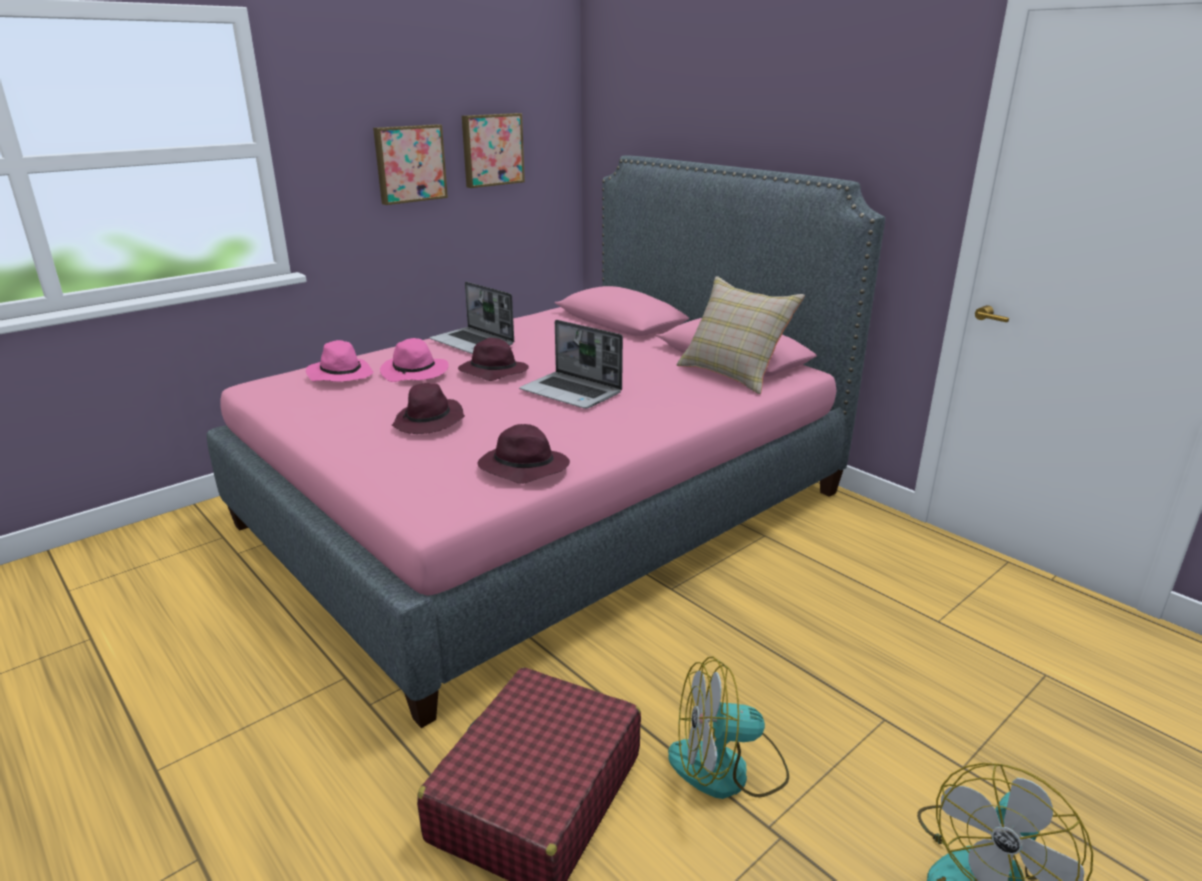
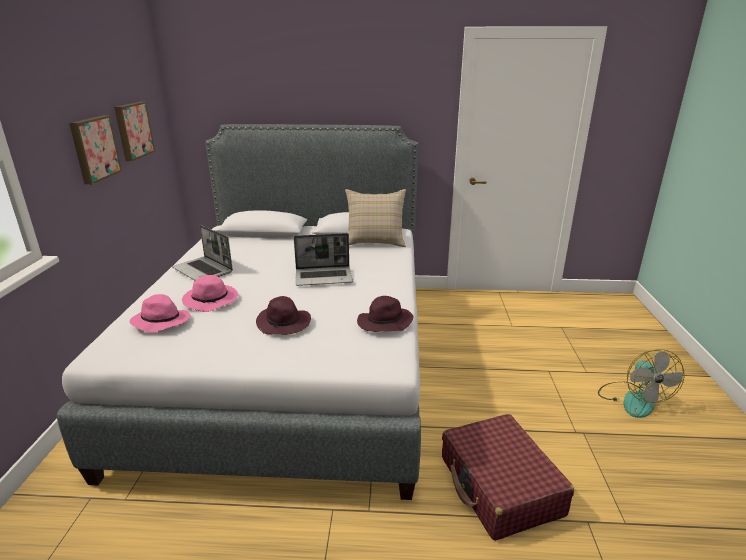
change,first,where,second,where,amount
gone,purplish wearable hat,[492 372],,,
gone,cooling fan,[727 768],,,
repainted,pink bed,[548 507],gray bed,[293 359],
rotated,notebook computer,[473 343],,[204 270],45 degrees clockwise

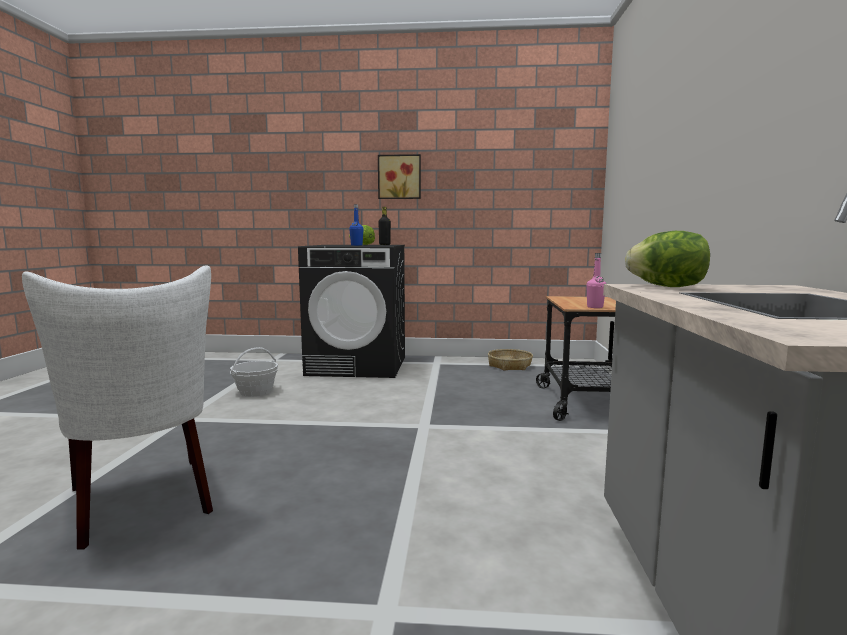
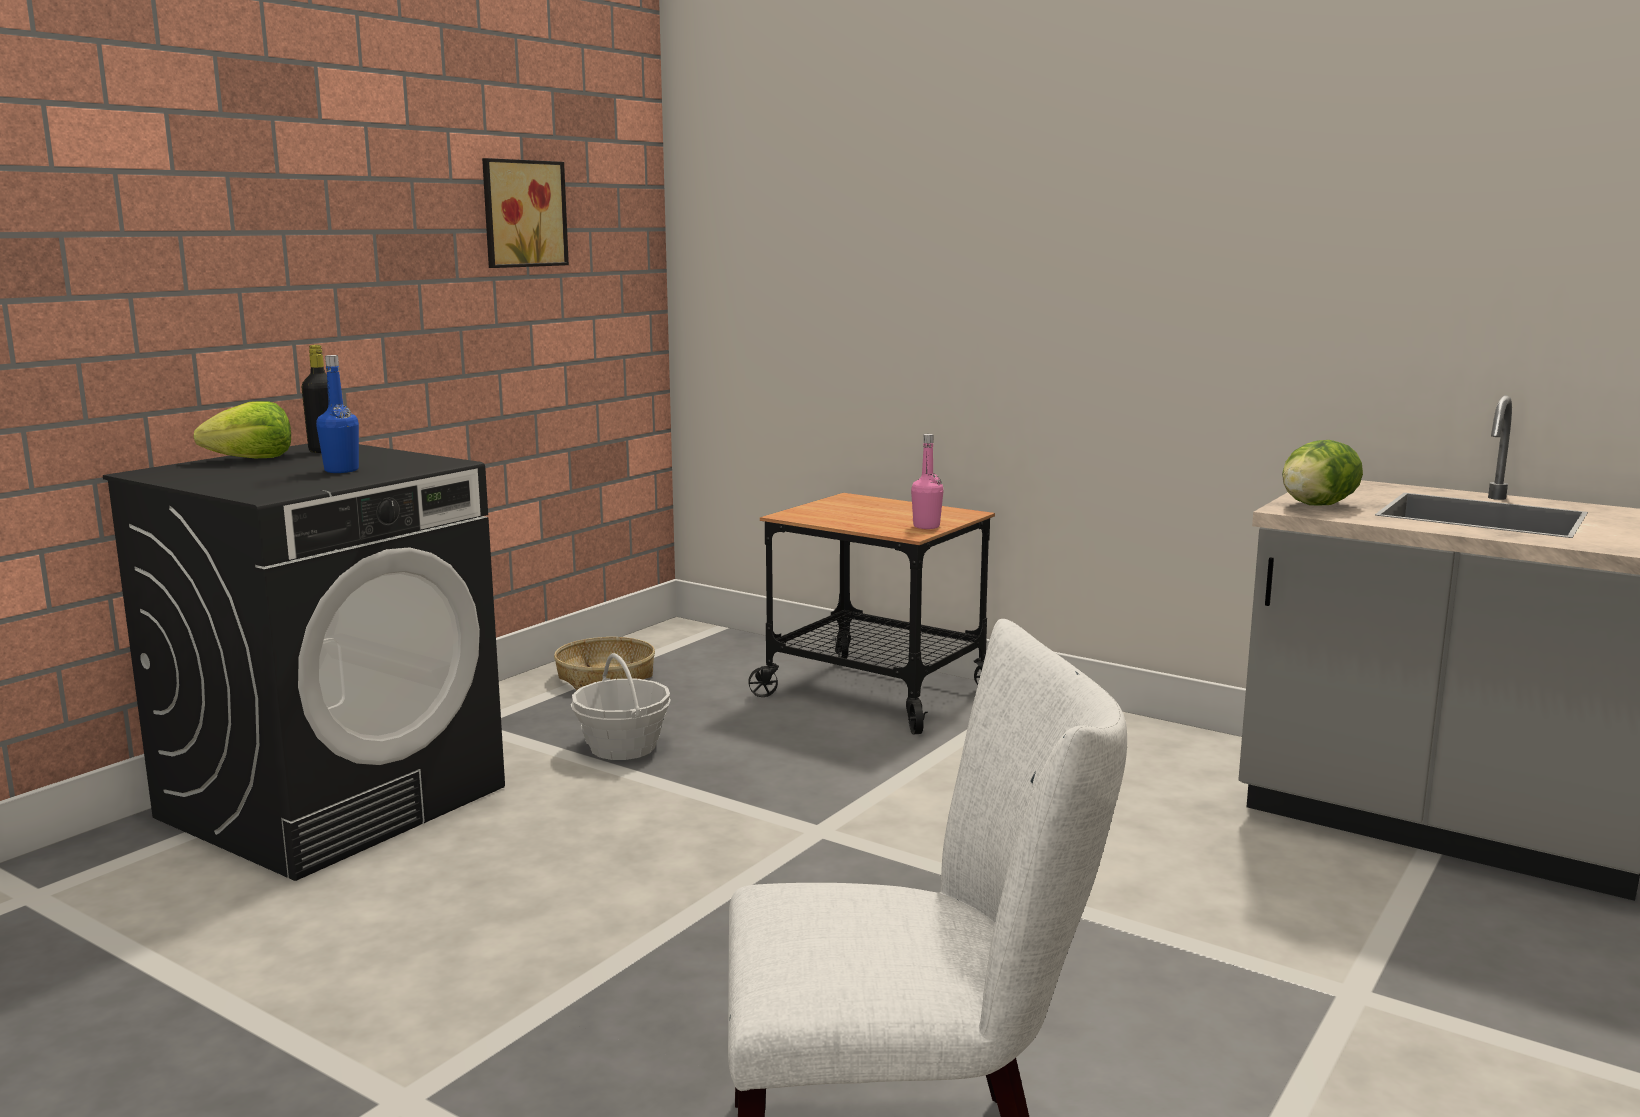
change,first,where,second,where,amount
shifted,basket,[255 391],,[623 747],
shifted,wall picture,[399 177],,[521 213],

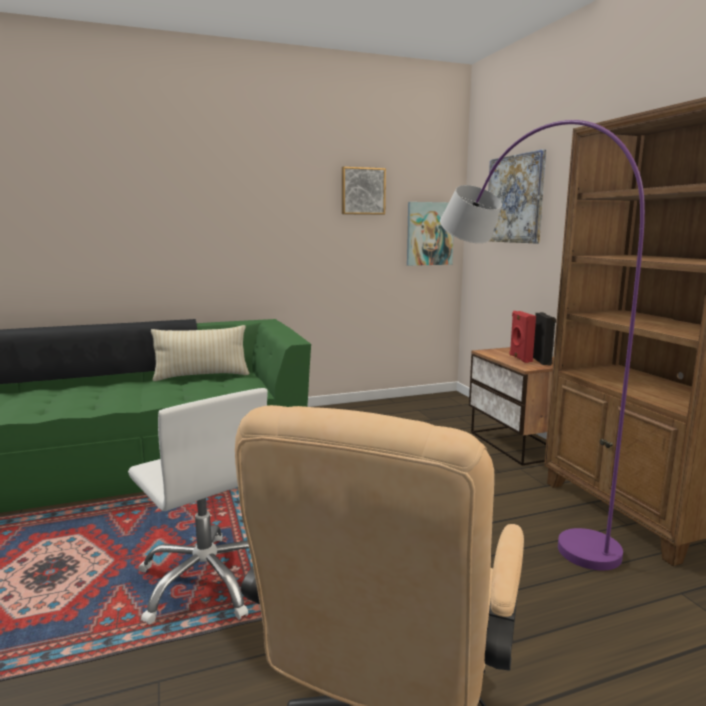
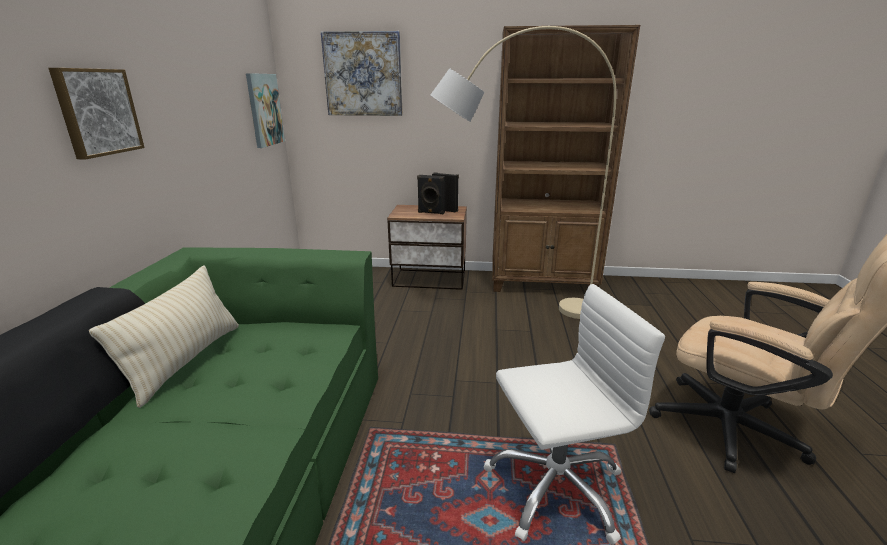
change,first,where,second,where,amount
shifted,wall picture,[362 191],,[97 112],
repainted,purplish standing lamp,[508 503],sand-coloured standing lamp,[509 312],
repainted,red-coloured speaker,[519 358],black-coloured speaker,[431 212],

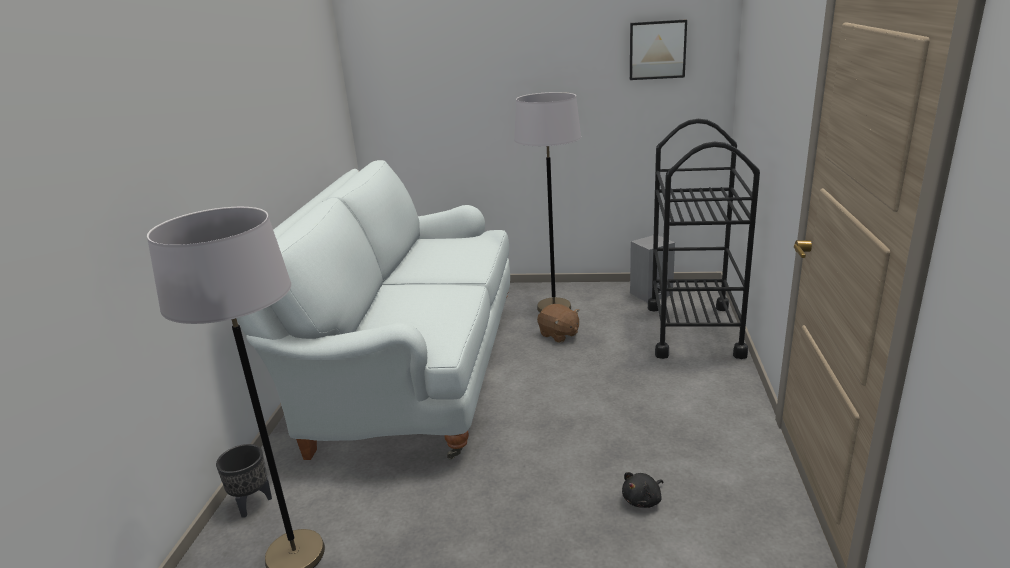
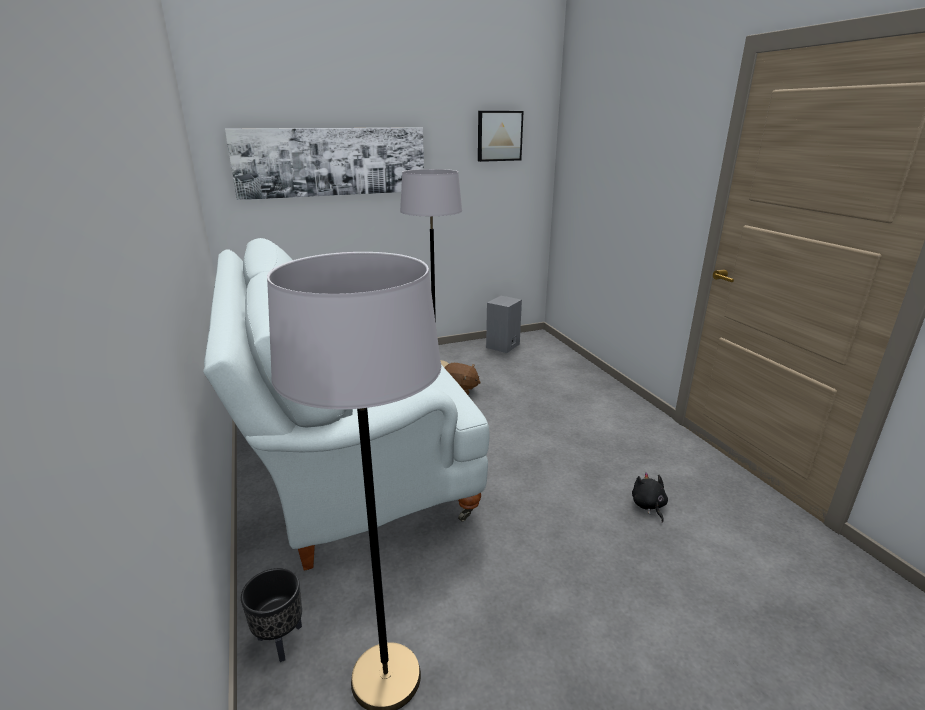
change,first,where,second,where,amount
gone,black-coloured trolley,[694 331],,,
new,,,wall picture,[332 162],
rotated,black-coloured cuddly toy,[643 500],,[648 506],150 degrees clockwise

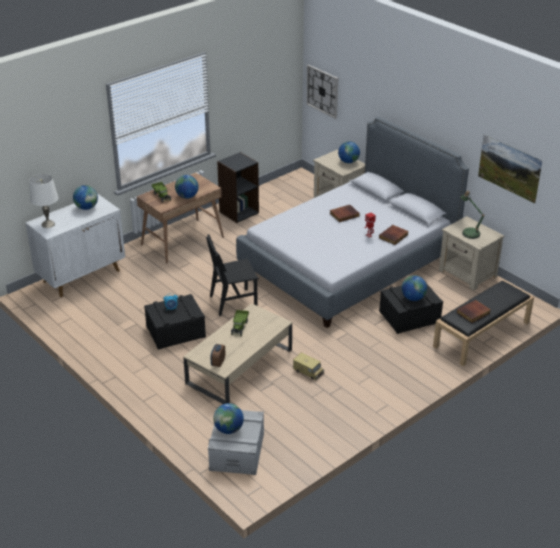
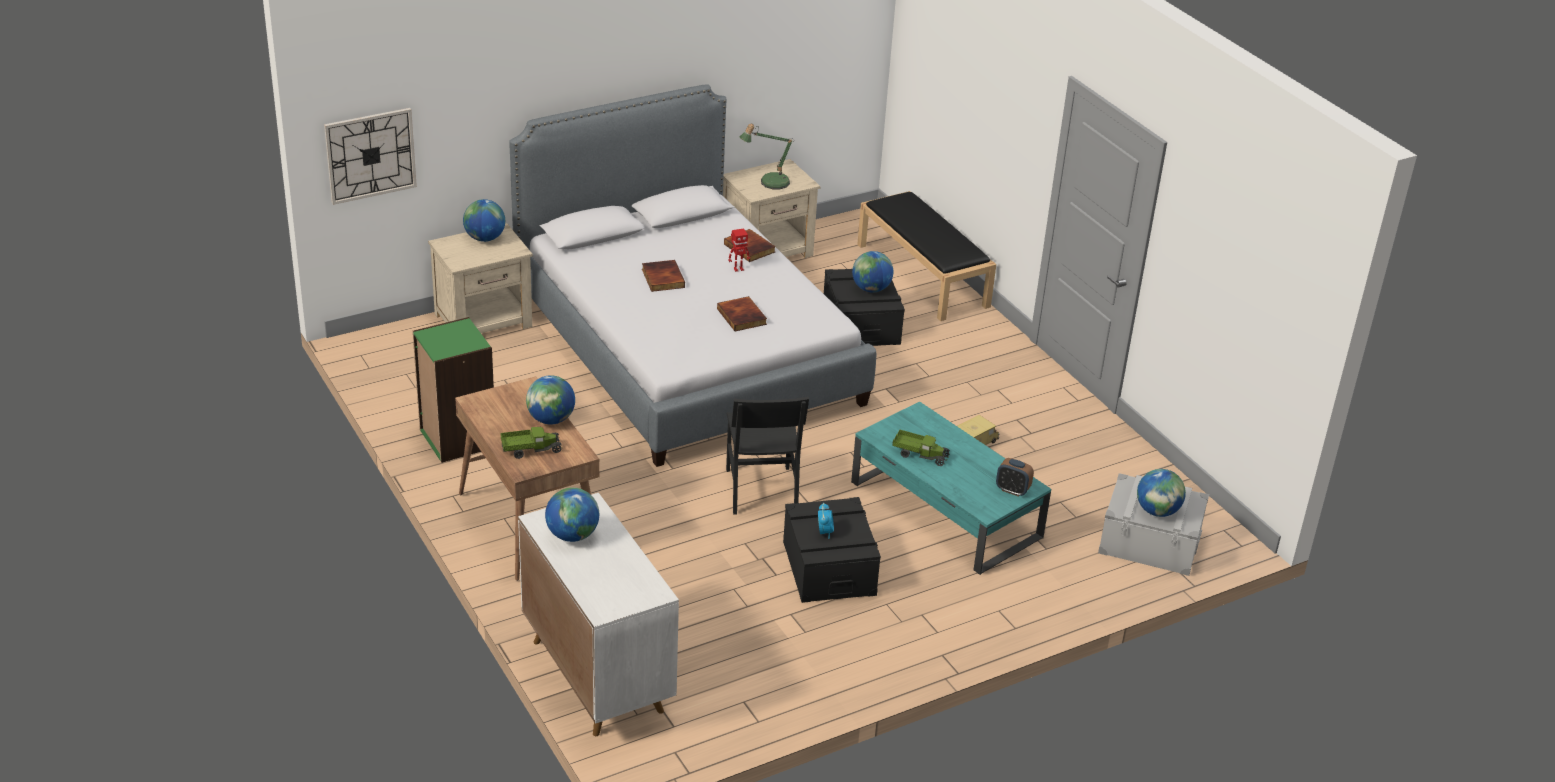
change,first,where,second,where,amount
gone,white table lamp,[48 224],,,
gone,wall picture,[507 179],,,
shifted,bound book,[473 313],,[742 316],
repainted,sand-coloured lounge table,[239 366],turquoise-coloured lounge table,[946 510],
repainted,black-coloured bookshelf,[238 212],green-coloured bookshelf,[456 439],

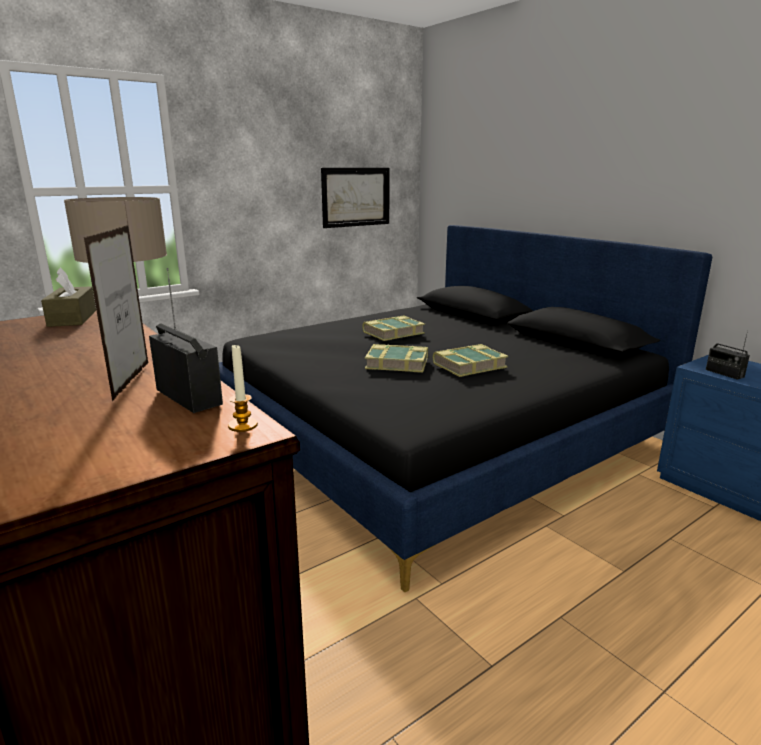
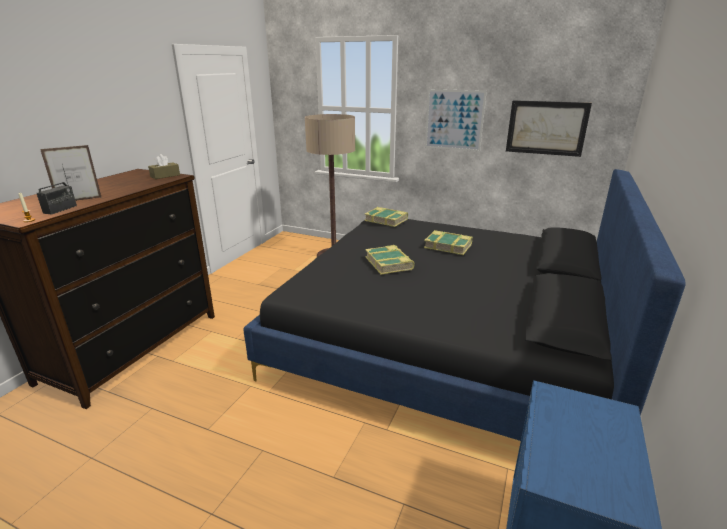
change,first,where,second,where,amount
gone,radio set,[724 373],,,
new,,,wall picture,[454 120],
shifted,bound book,[469 365],,[386 220],

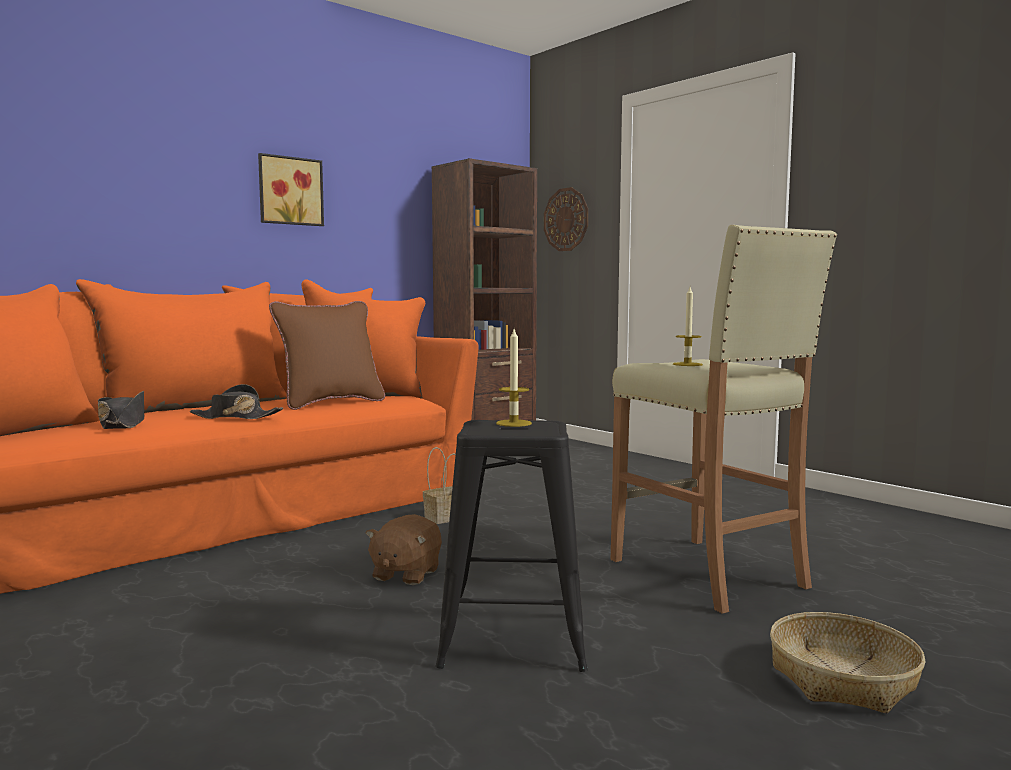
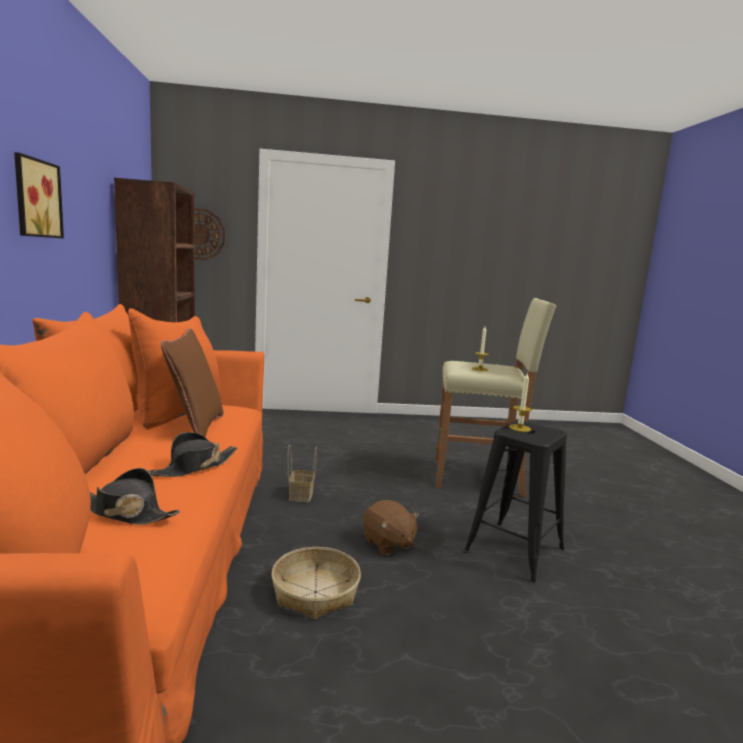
change,first,where,second,where,amount
shifted,basket,[843 679],,[315 592],

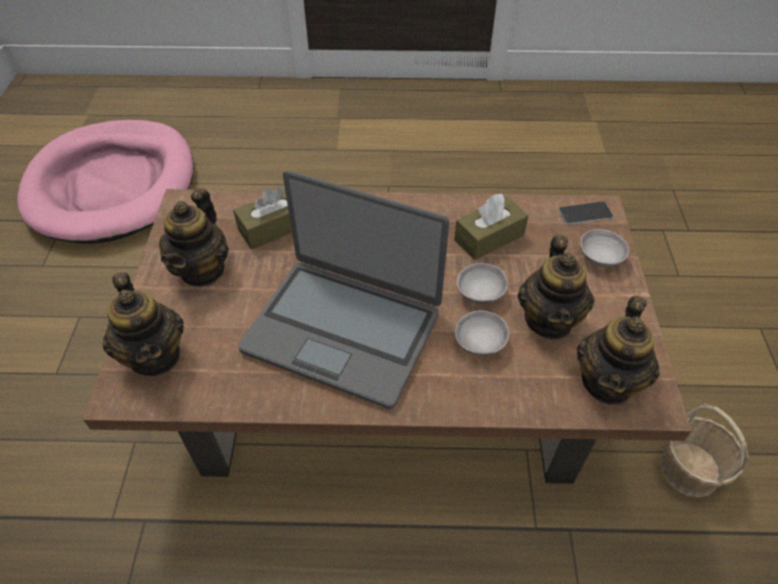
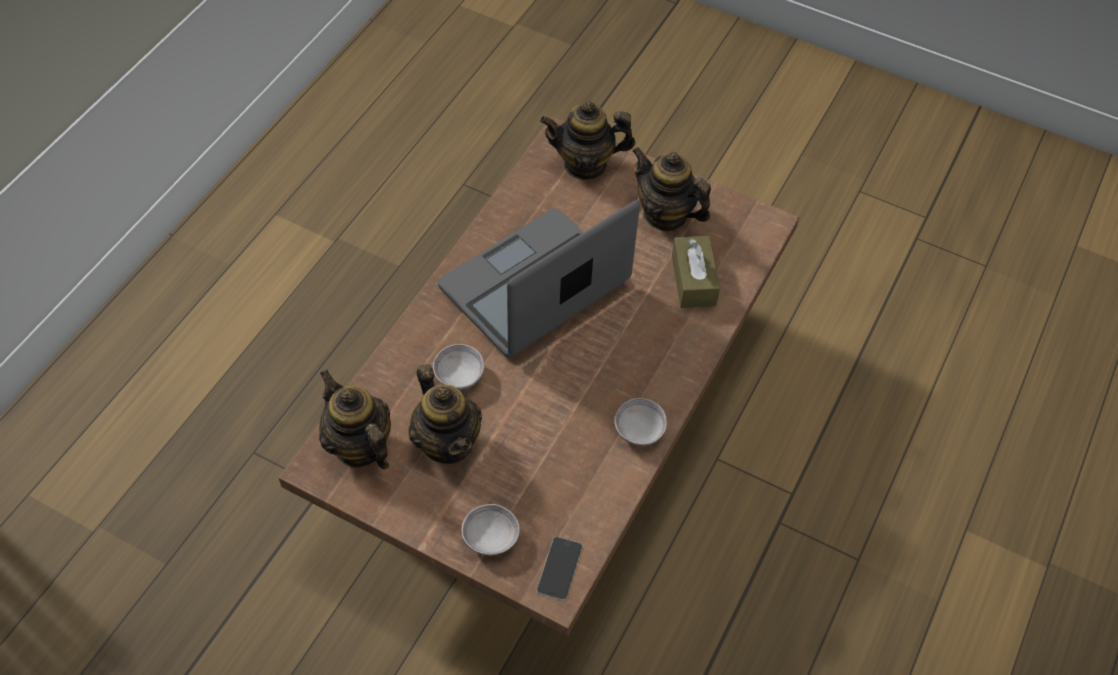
change,first,where,second,where,amount
gone,pink pet bed,[113 185],,,
gone,brown tissue box,[489 237],,,
gone,basket,[689 469],,,
shifted,gray bowl,[480 293],,[639 430],
rotated,teapot,[549 320],,[447 442],150 degrees counterclockwise

